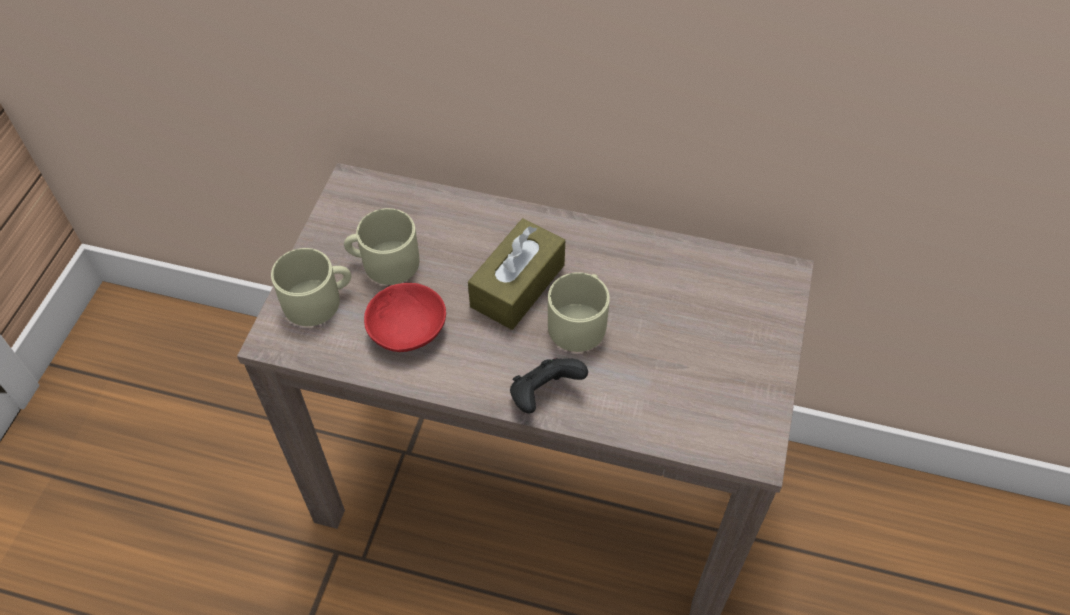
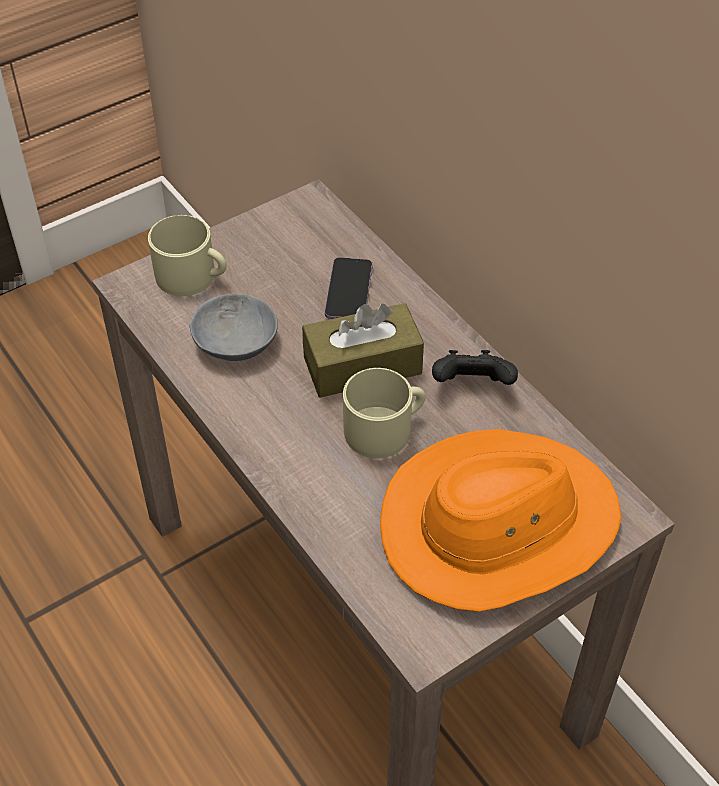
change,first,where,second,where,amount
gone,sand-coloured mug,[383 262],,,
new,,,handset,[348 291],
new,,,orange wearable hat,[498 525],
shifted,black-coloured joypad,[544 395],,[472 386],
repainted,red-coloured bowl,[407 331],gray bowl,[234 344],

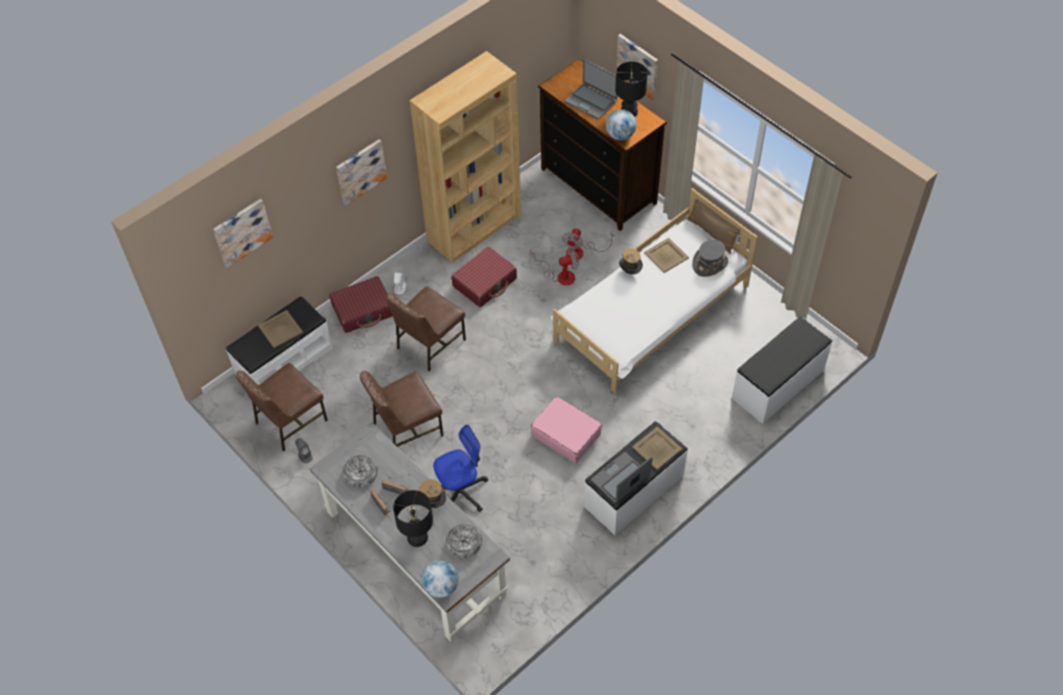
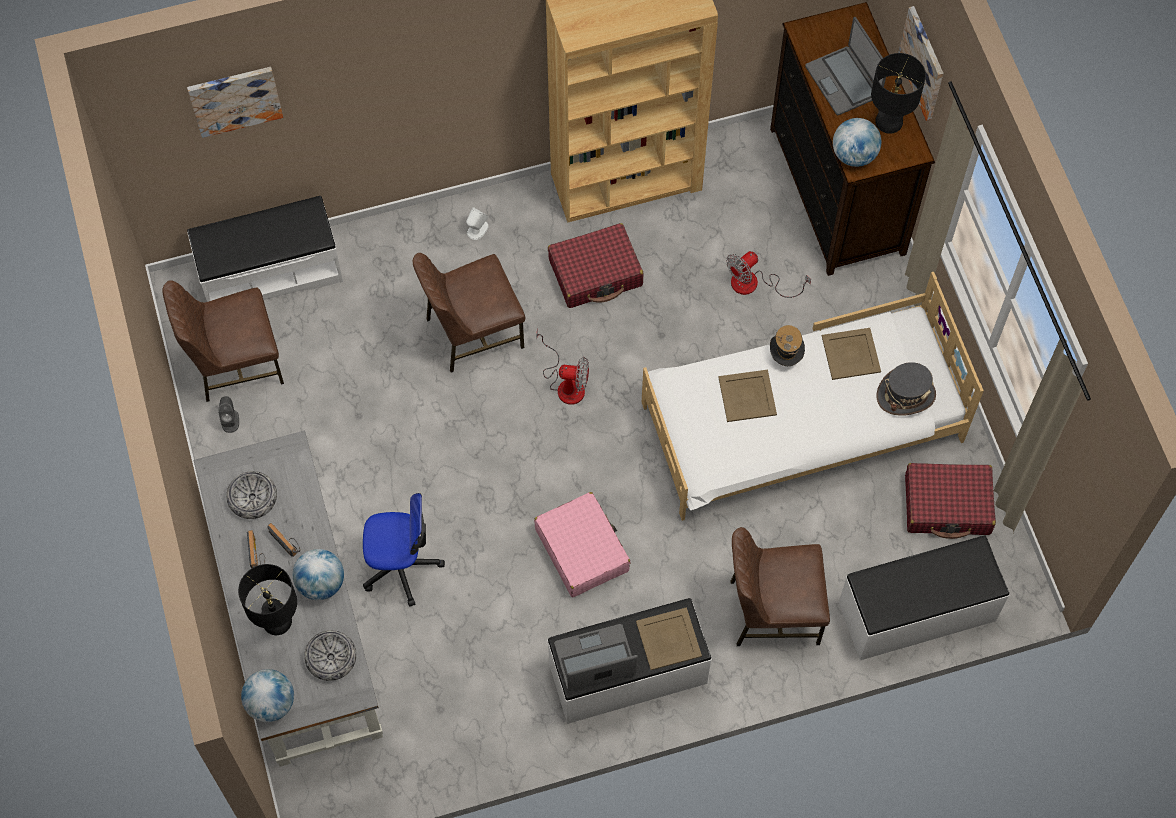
change,first,where,second,where,amount
gone,wall picture,[360 171],,,
gone,brown cushion,[712 233],,,
shifted,sand-coloured carrying tray,[281 329],,[748 396],
shifted,red-coloured piece of luggage,[363 310],,[947 505],
shifted,brown chair,[406 429],,[772 610],
shifted,cooling fan,[560 275],,[565 383],
swapped,wearable hat,[433 503],globe,[321 583],

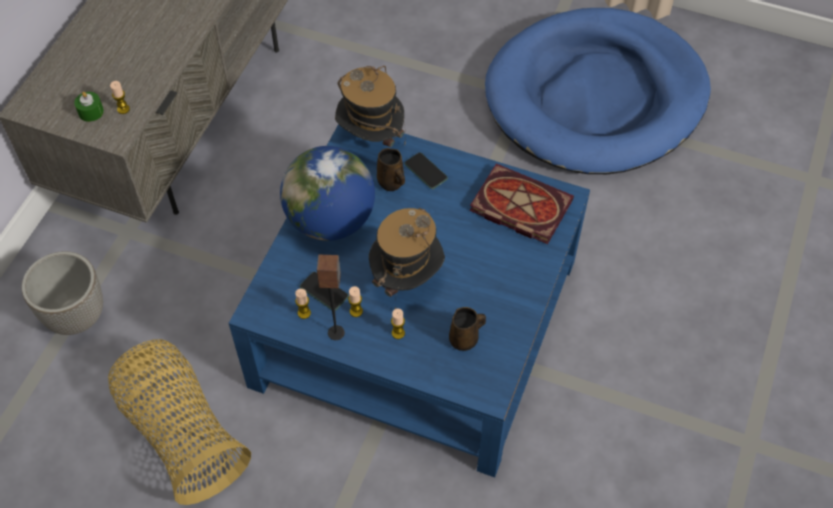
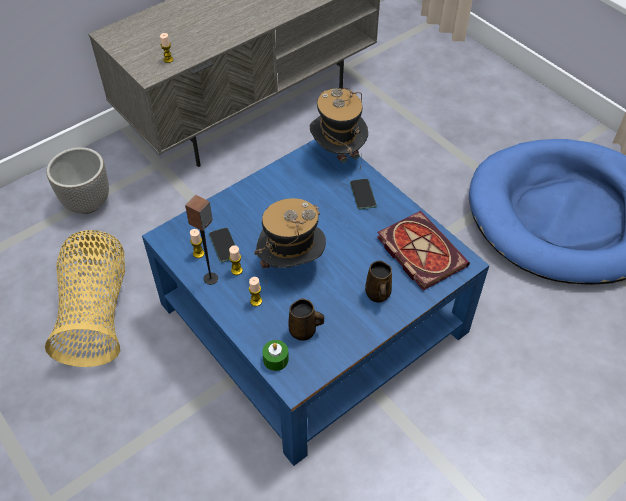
change,first,where,second,where,amount
gone,globe,[331 220],,,
shifted,green-coloured candle,[91 112],,[275 359],
shifted,brown mug,[391 183],,[378 295],

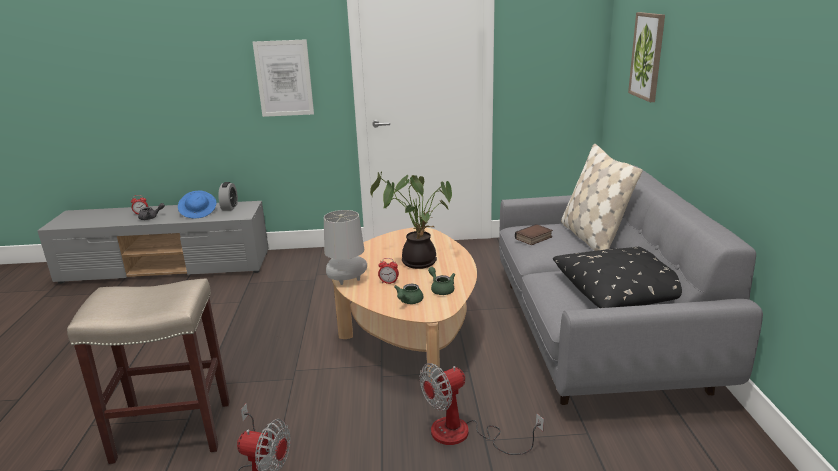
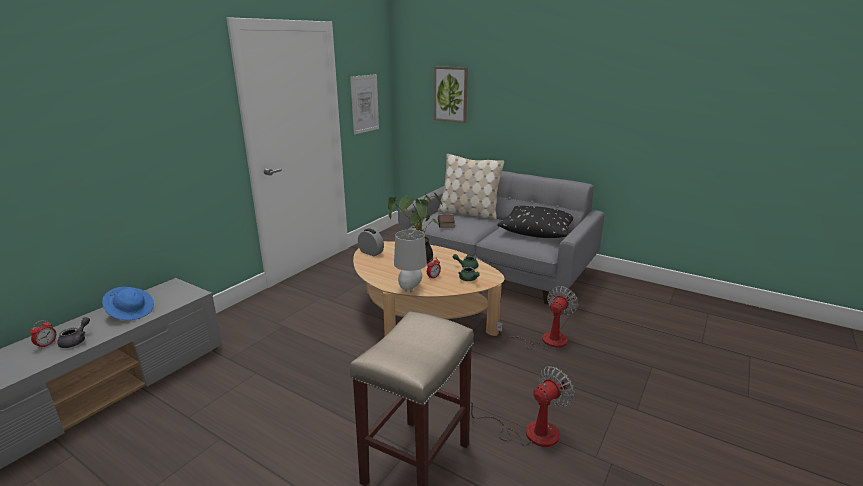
change,first,where,second,where,amount
shifted,bedside clock,[229 207],,[371 252],
shifted,wall picture,[284 78],,[364 104],
rotated,cooling fan,[464 435],,[545 340],150 degrees counterclockwise

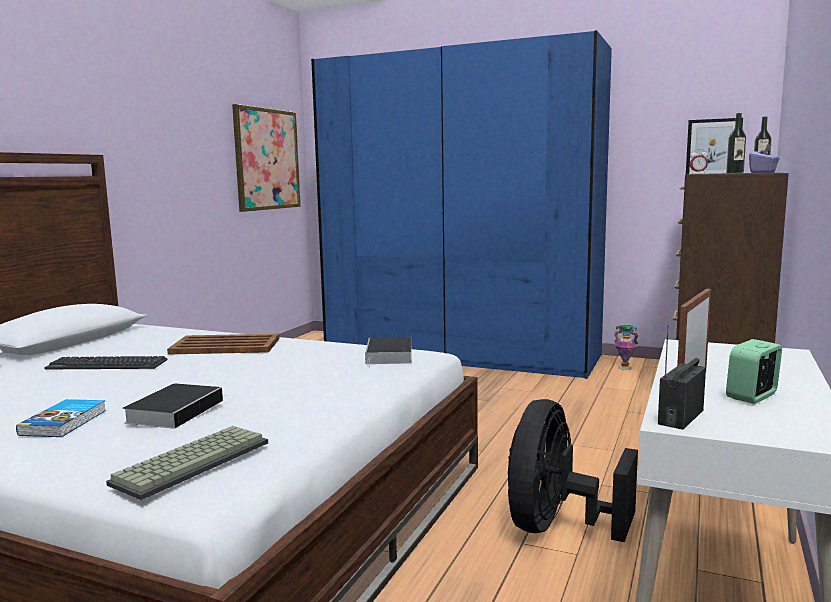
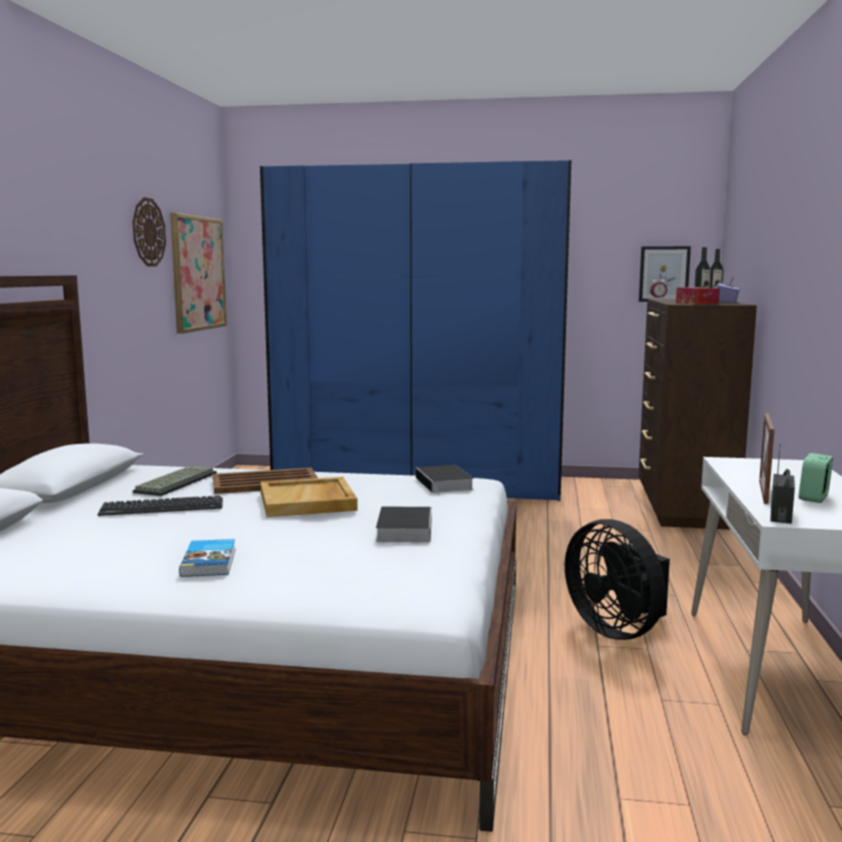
change,first,where,second,where,amount
gone,decorative vase,[625 367],,,
new,,,wall clock,[148 232],
new,,,sand-coloured carrying tray,[308 501],
new,,,tissue box,[696 303],
shifted,computer keyboard,[192 461],,[175 482],
shifted,bound book,[176 410],,[404 529],
rotated,black-coloured cooling fan,[557 526],,[617 629],45 degrees counterclockwise

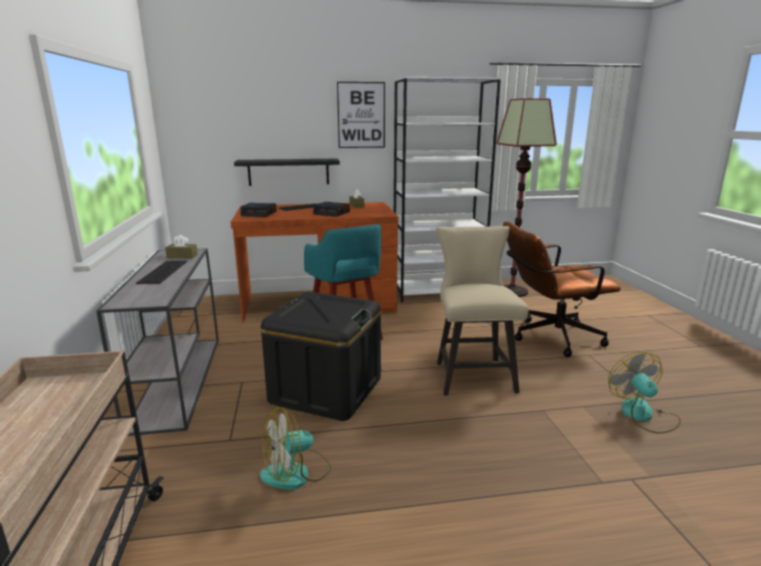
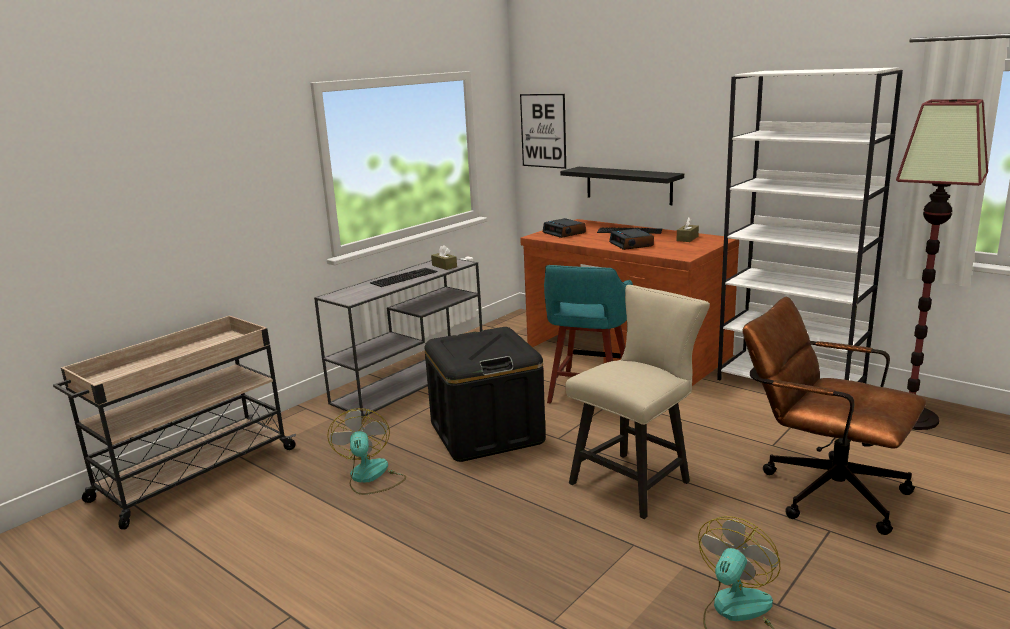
change,first,where,second,where,amount
shifted,wall picture,[361 115],,[543 131],
rotated,cooling fan,[296 473],,[370 477],60 degrees clockwise

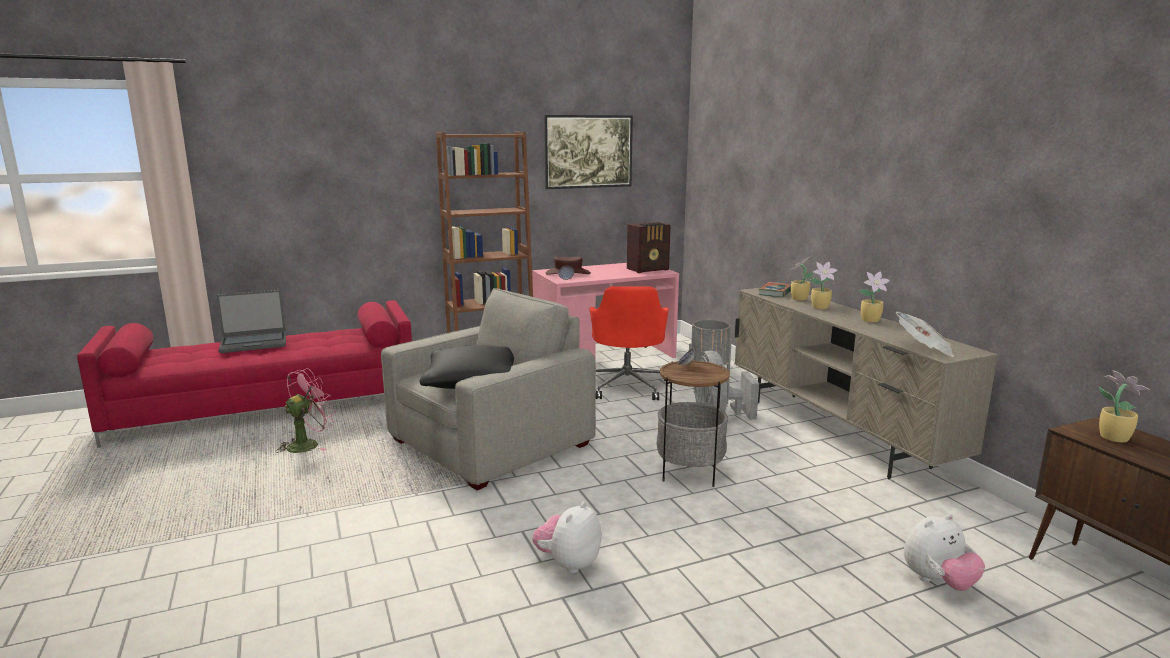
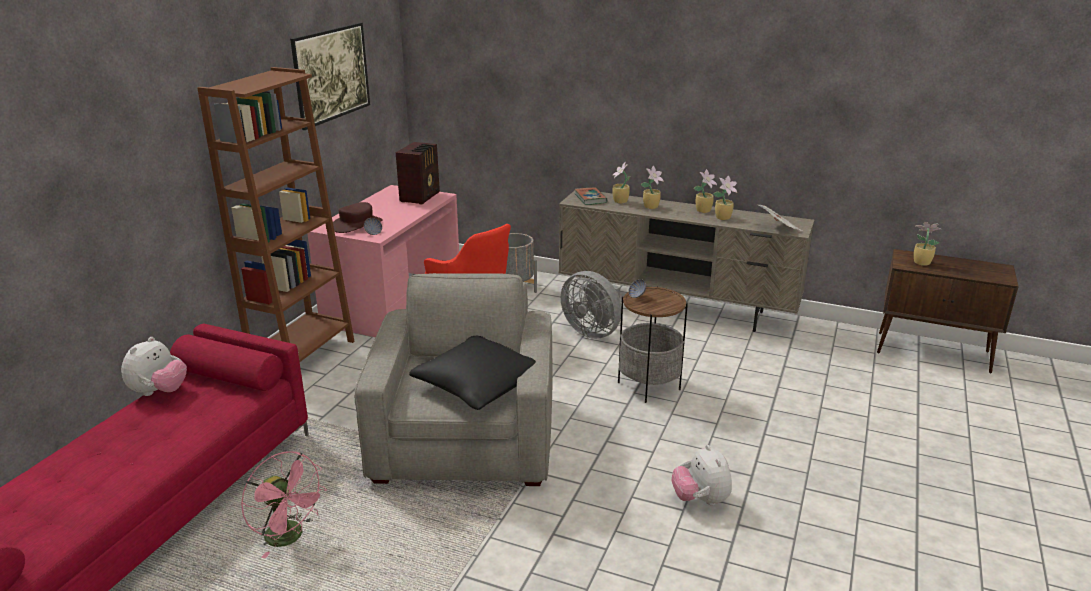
change,first,where,second,where,amount
gone,notebook computer,[254 343],,,
new,,,houseplant,[723 218],
shifted,cuddly toy,[938 582],,[159 392],
rotated,pink cooling fan,[308 444],,[290 537],135 degrees clockwise

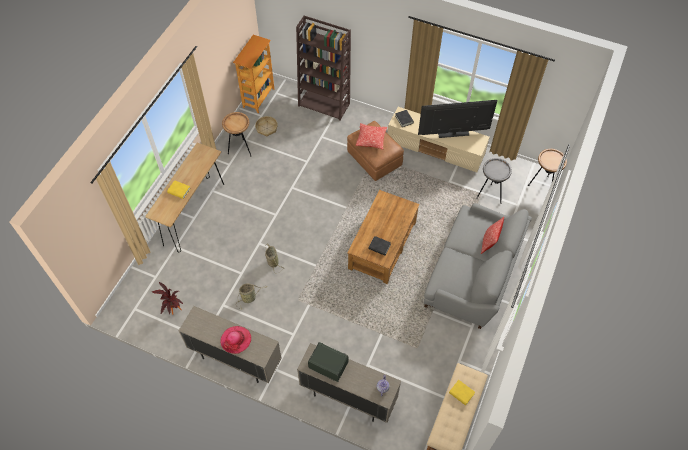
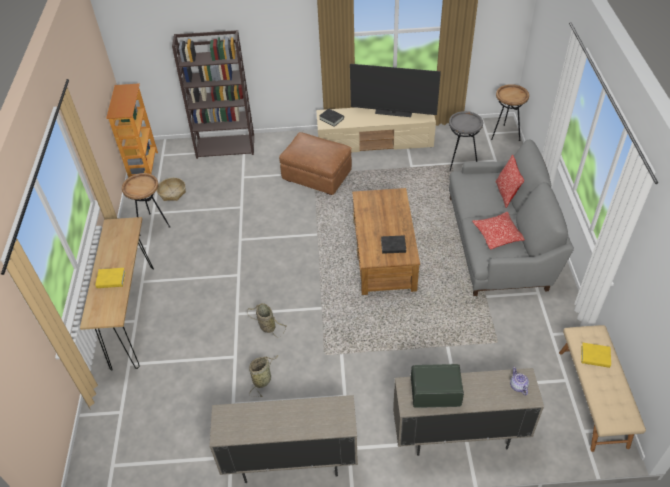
change,first,where,second,where,amount
gone,houseplant,[174 312],,,
gone,wearable hat,[236 340],,,
shifted,cushion,[371 139],,[497 235],
rotated,television,[453 134],,[393 113],135 degrees counterclockwise

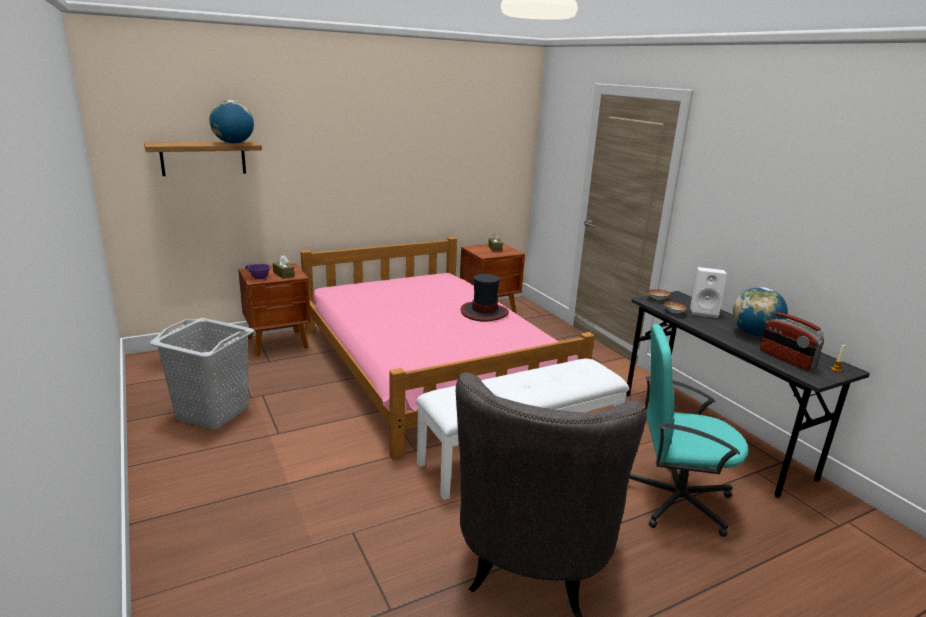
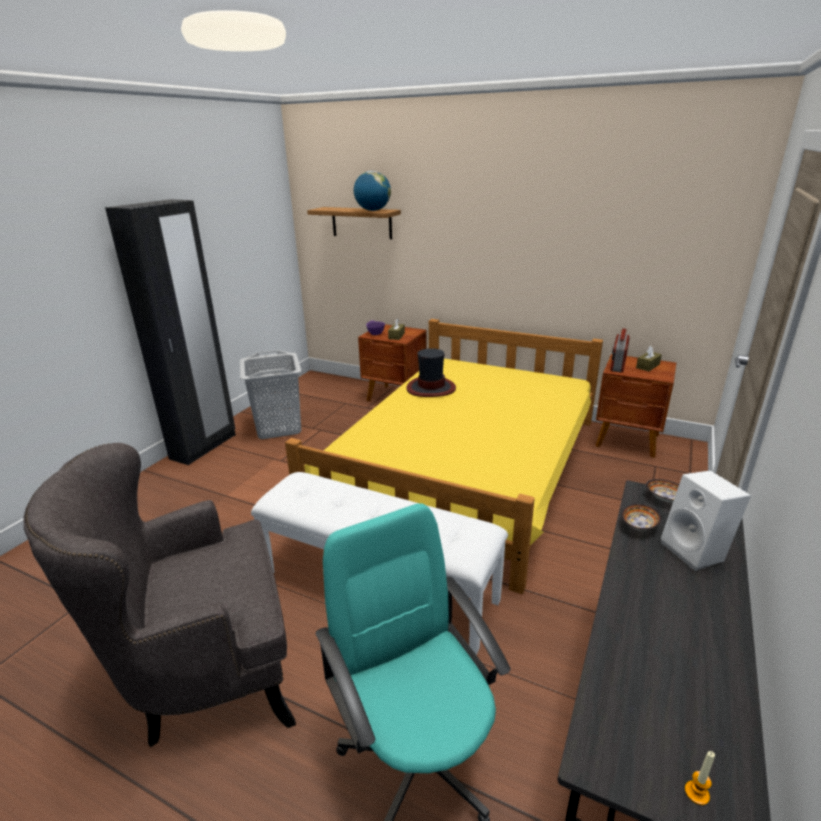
change,first,where,second,where,amount
gone,globe,[754 334],,,
new,,,black-coloured armoire,[204 447],
shifted,wearable hat,[484 312],,[430 388],
shifted,radio set,[786 359],,[617 365],
repainted,pink bed,[430 366],yellowish bed,[464 466],

